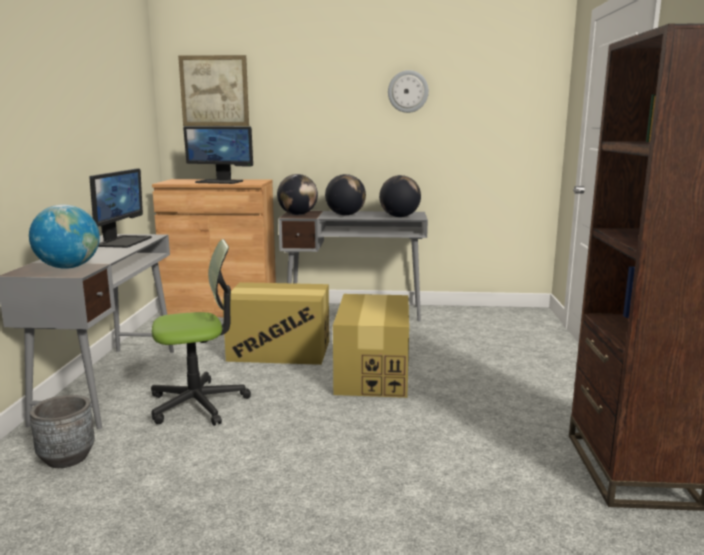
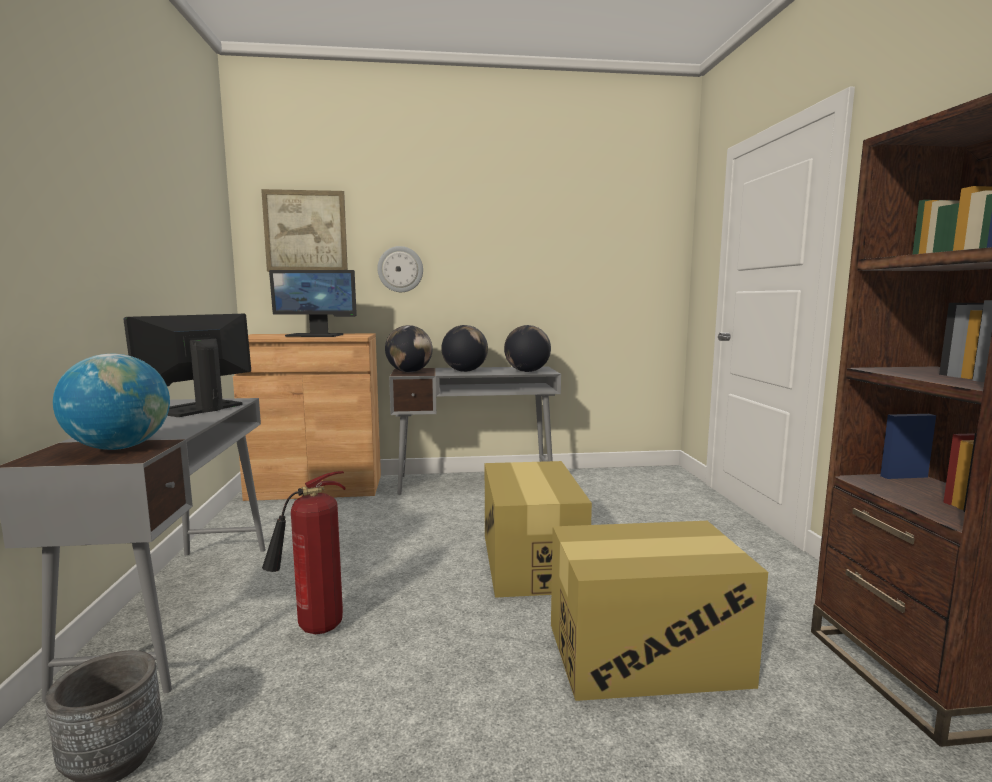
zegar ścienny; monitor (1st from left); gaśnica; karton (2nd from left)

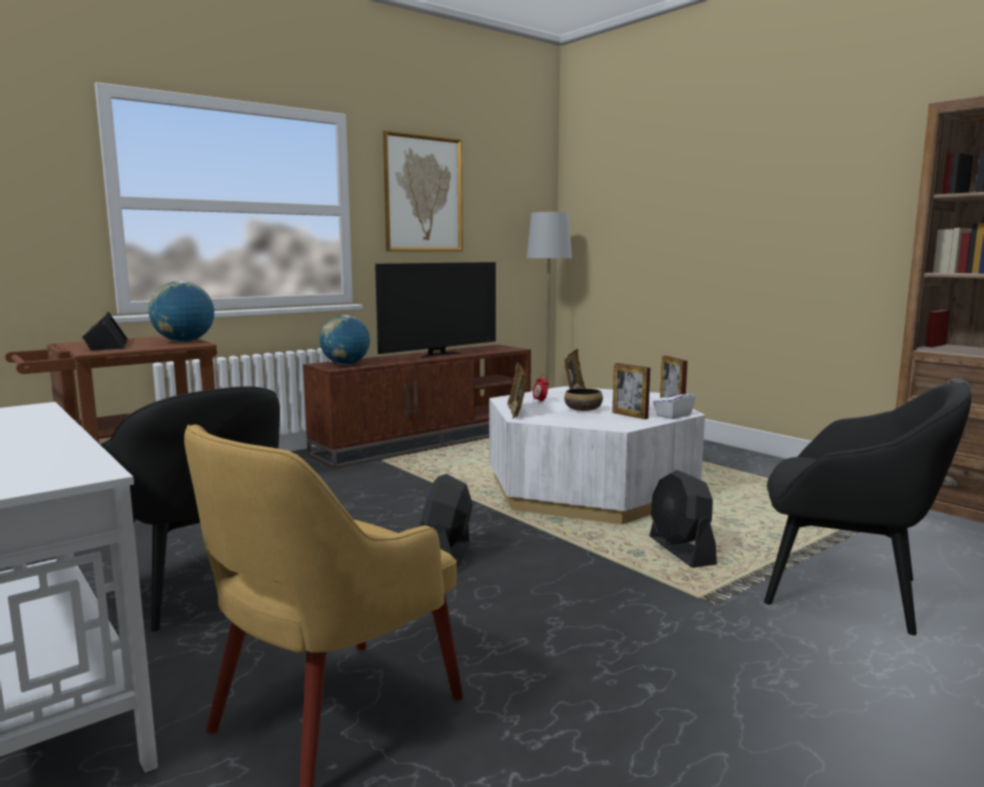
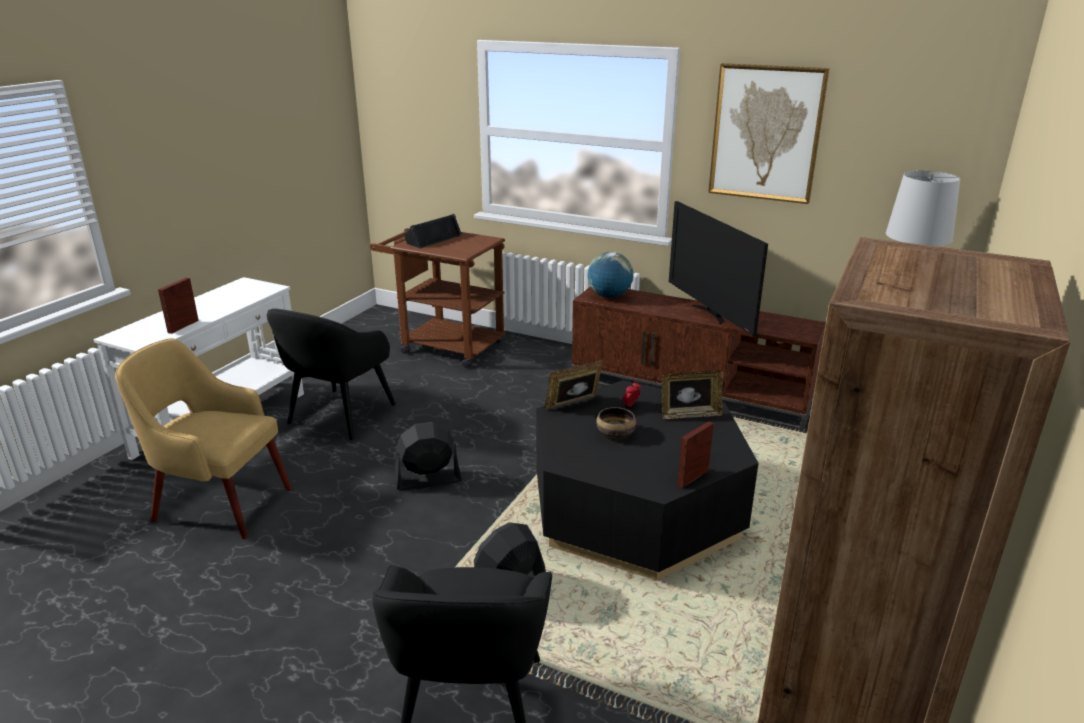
telewizor; globus (1st from left in the first image); ramka na zdjęcie (1st from left); pudełko chusteczek [biały]; ława [czarny]

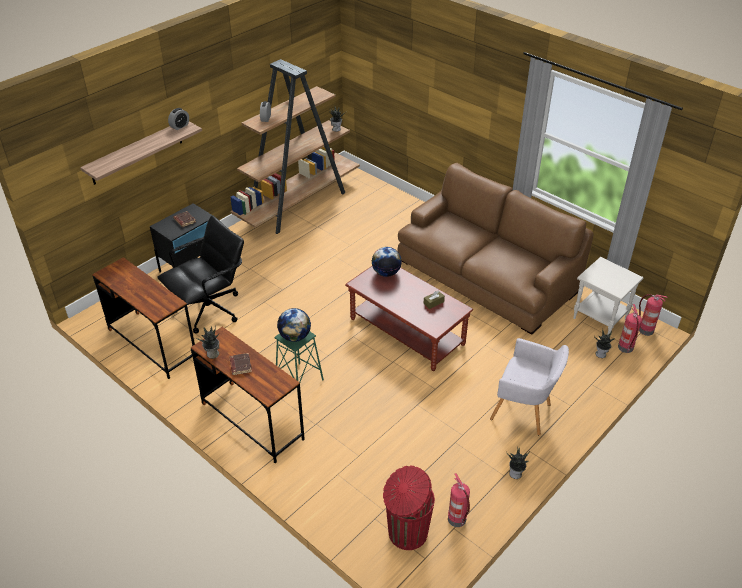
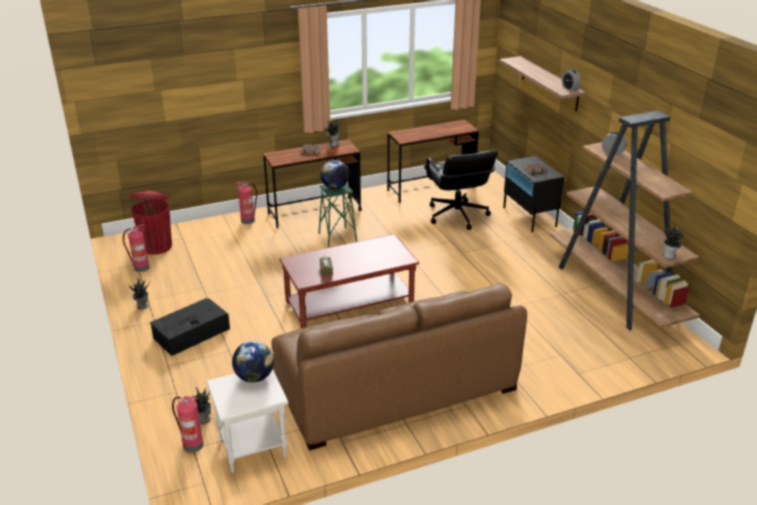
globus (1st from left); gaśnica (3rd from left); pojemnik do przechowywania [czarny]

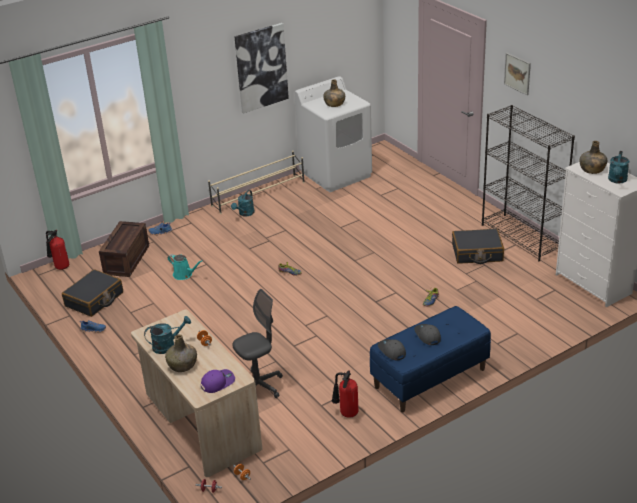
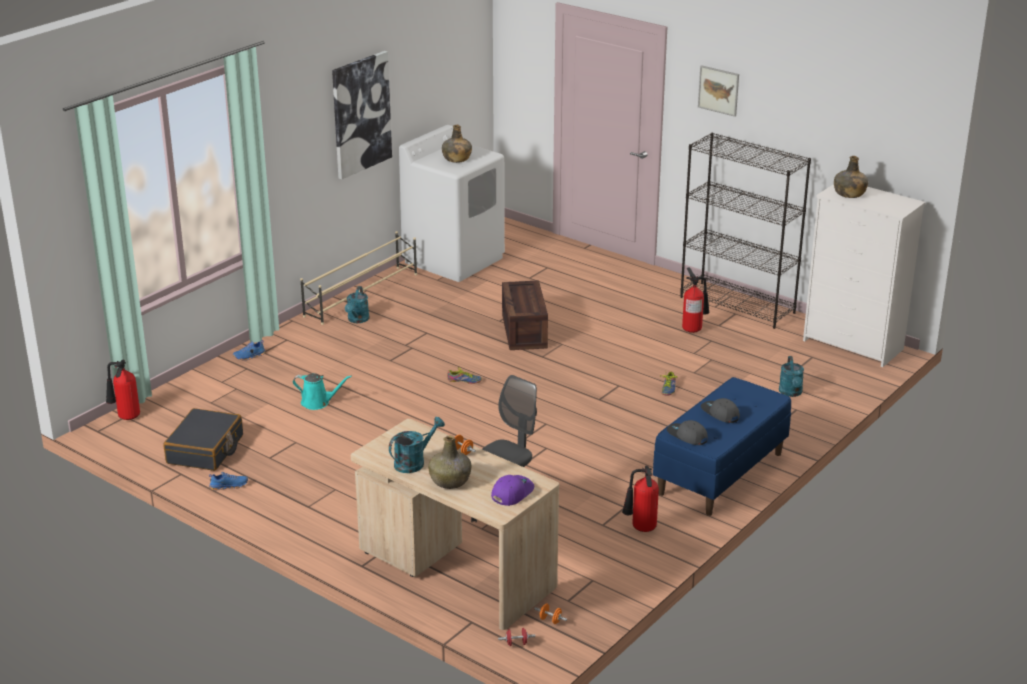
konewka [turkusowy] (4th from left); skrzynka; gaśnica (3rd from left)

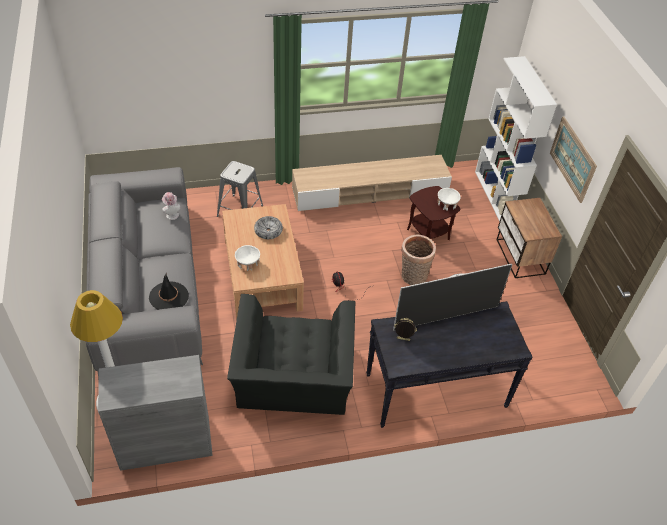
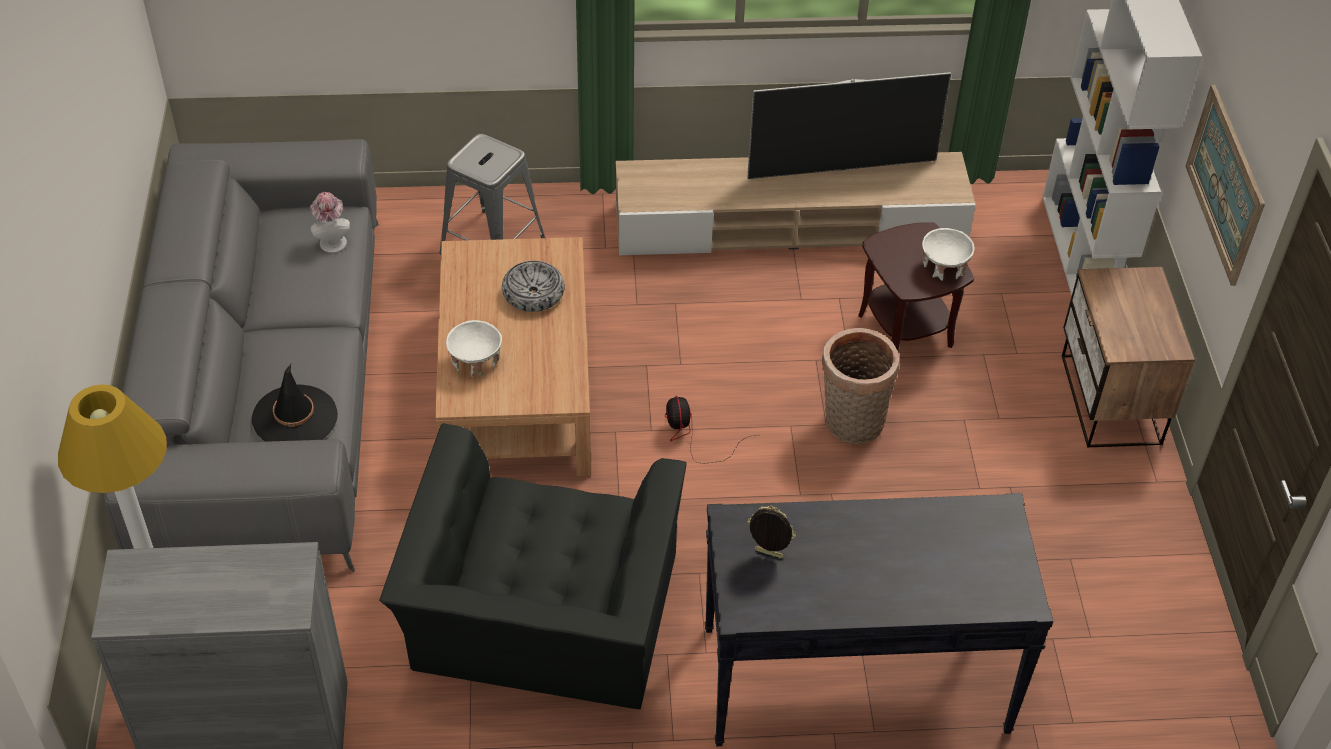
telewizor

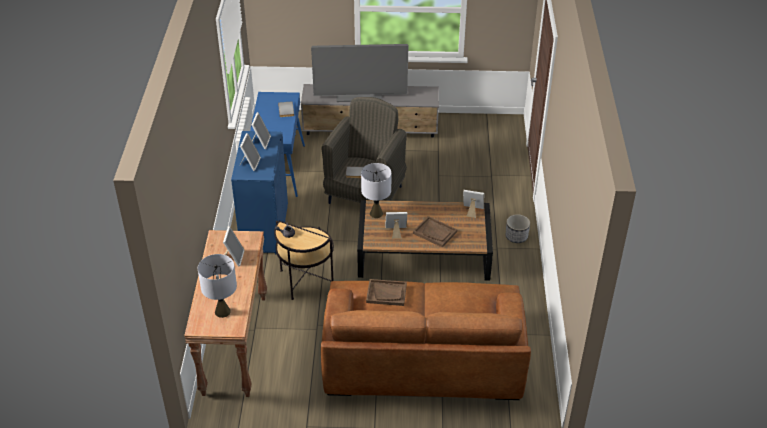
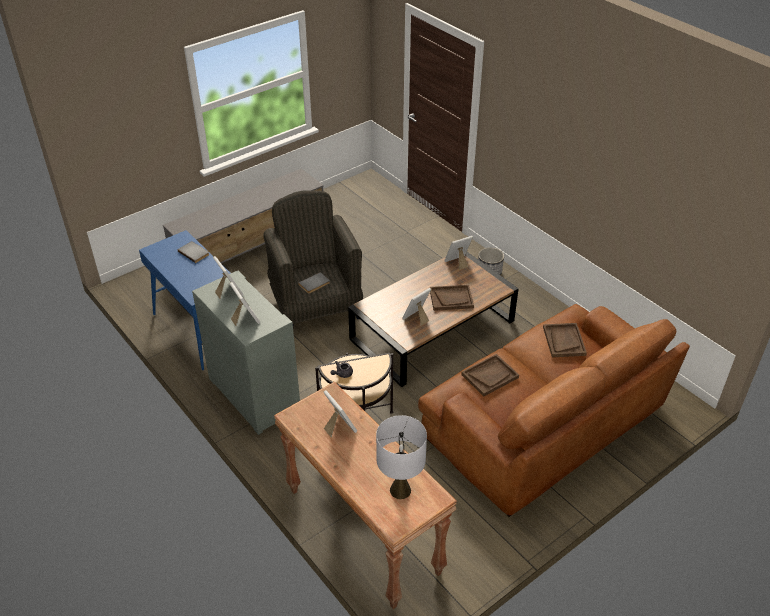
telewizor; szafka [szary]; lampa stołowa [szary] (2nd from left in the first image); taca [brązowy] (3rd from left)

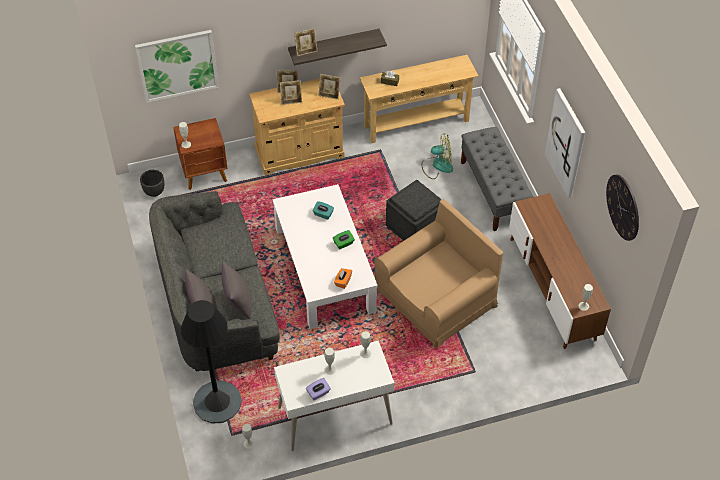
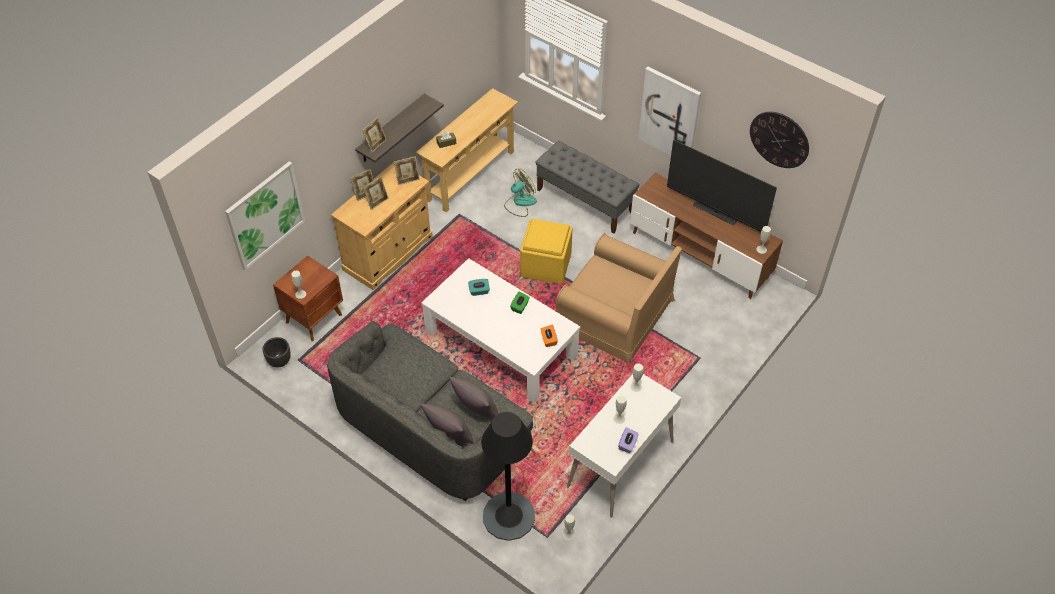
pufa [żółty]; fotel [brązowy]; telewizor

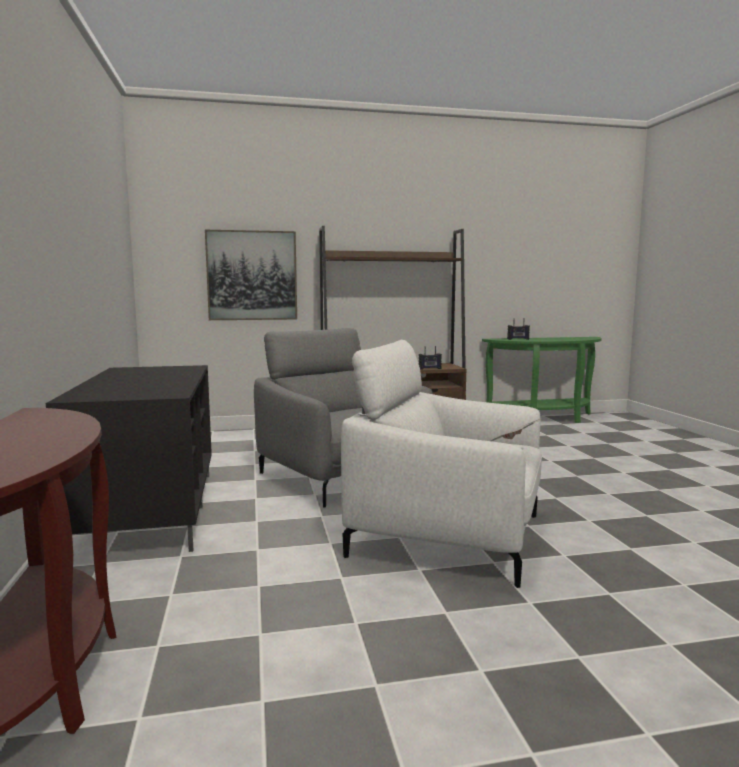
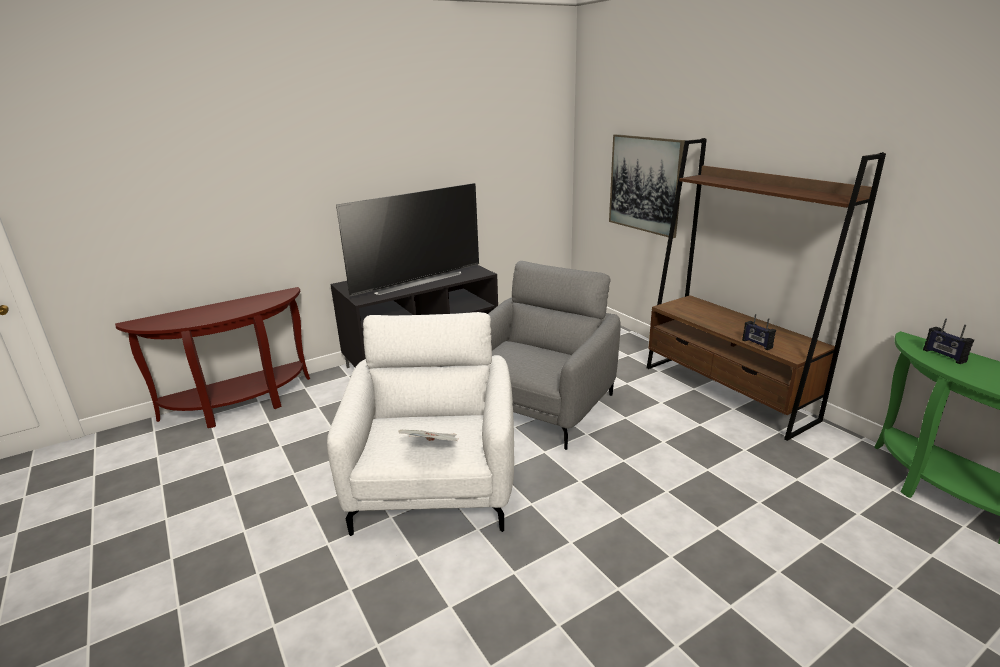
telewizor

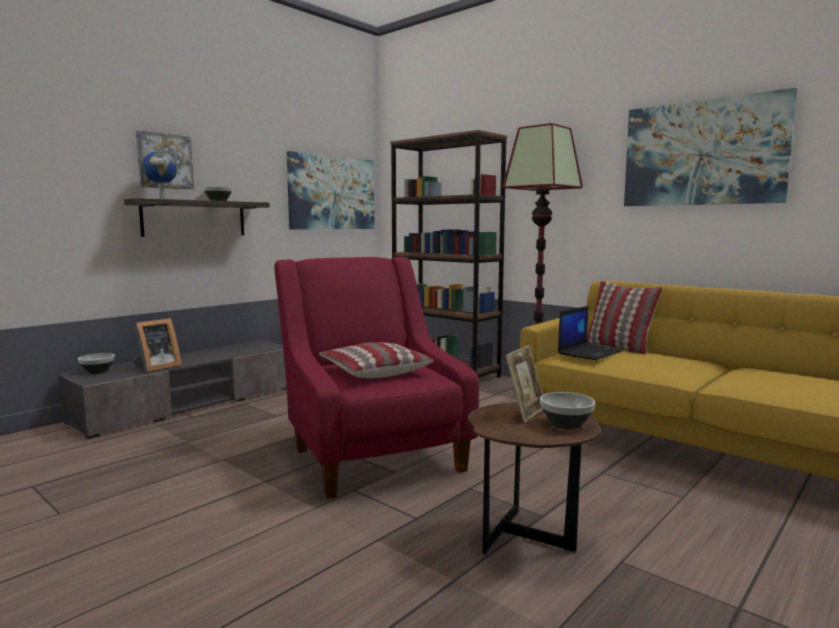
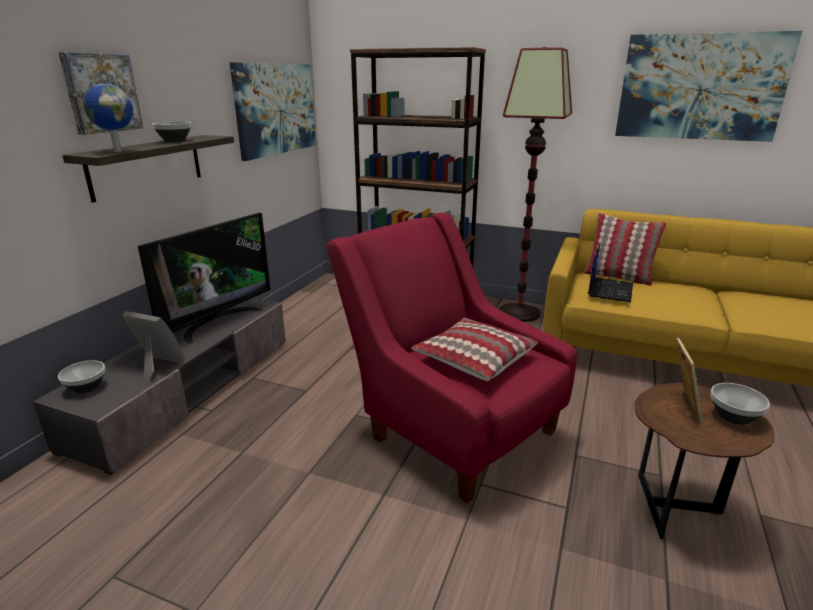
ramka na zdjęcie (1st from left); telewizor

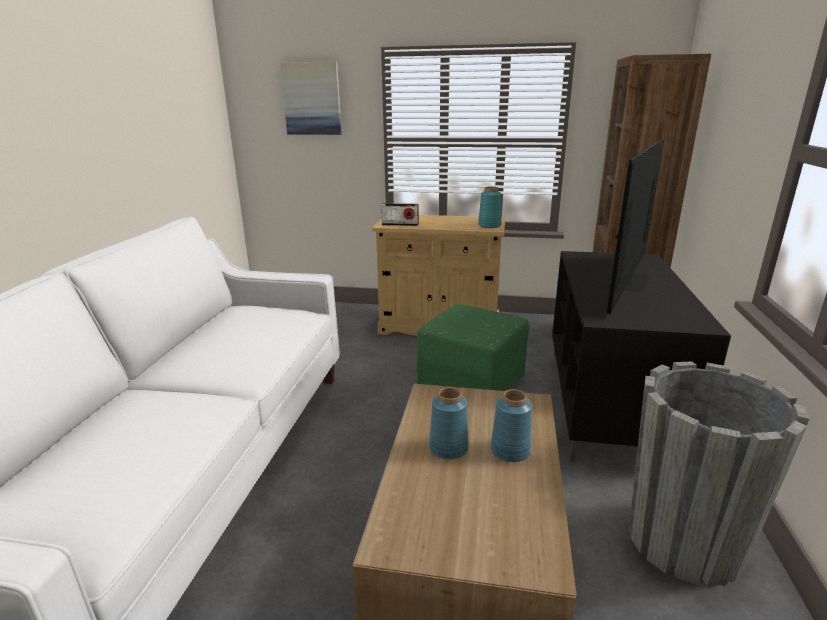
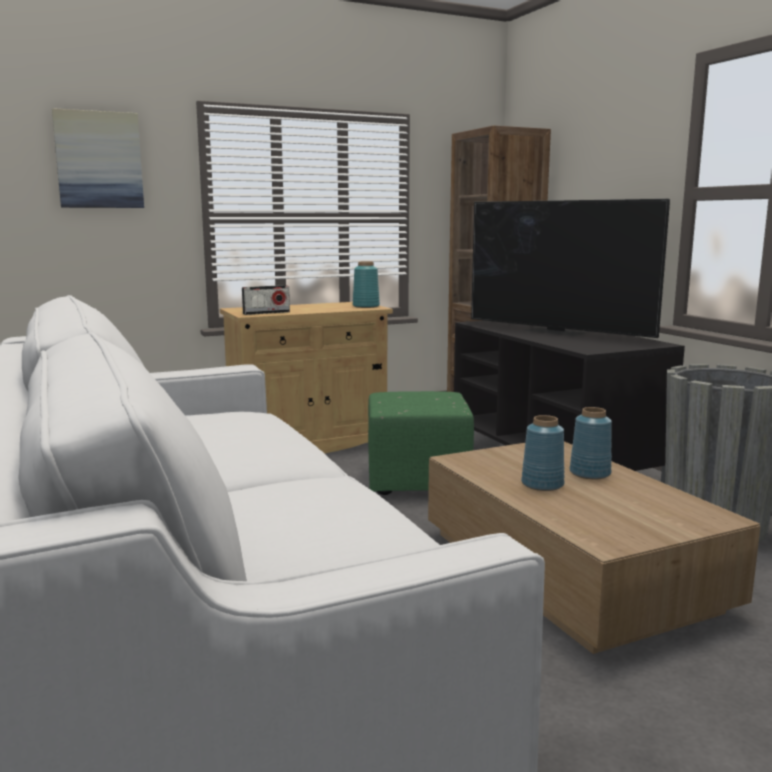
telewizor

